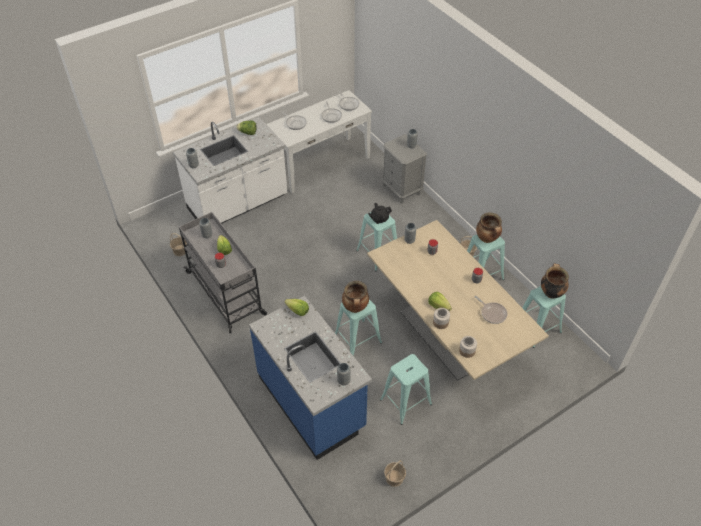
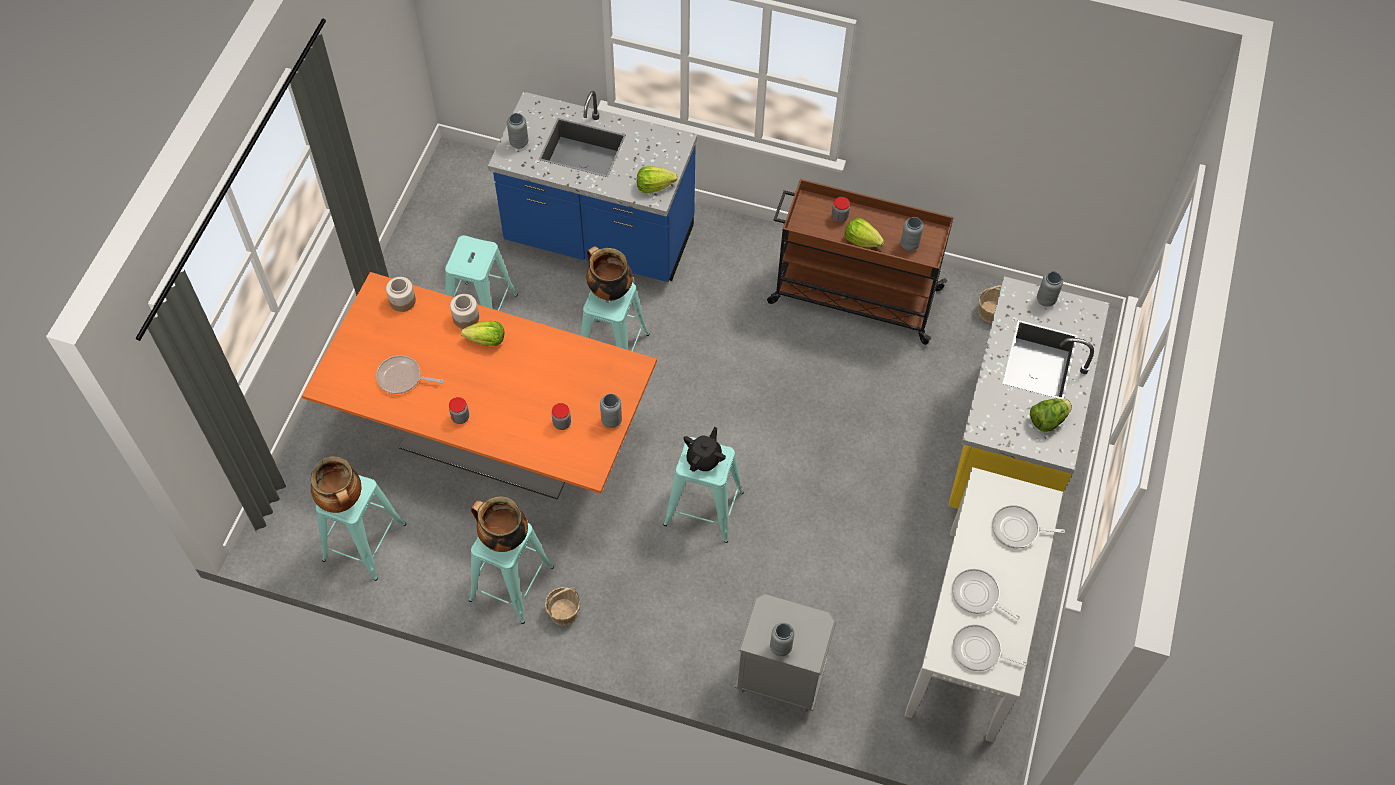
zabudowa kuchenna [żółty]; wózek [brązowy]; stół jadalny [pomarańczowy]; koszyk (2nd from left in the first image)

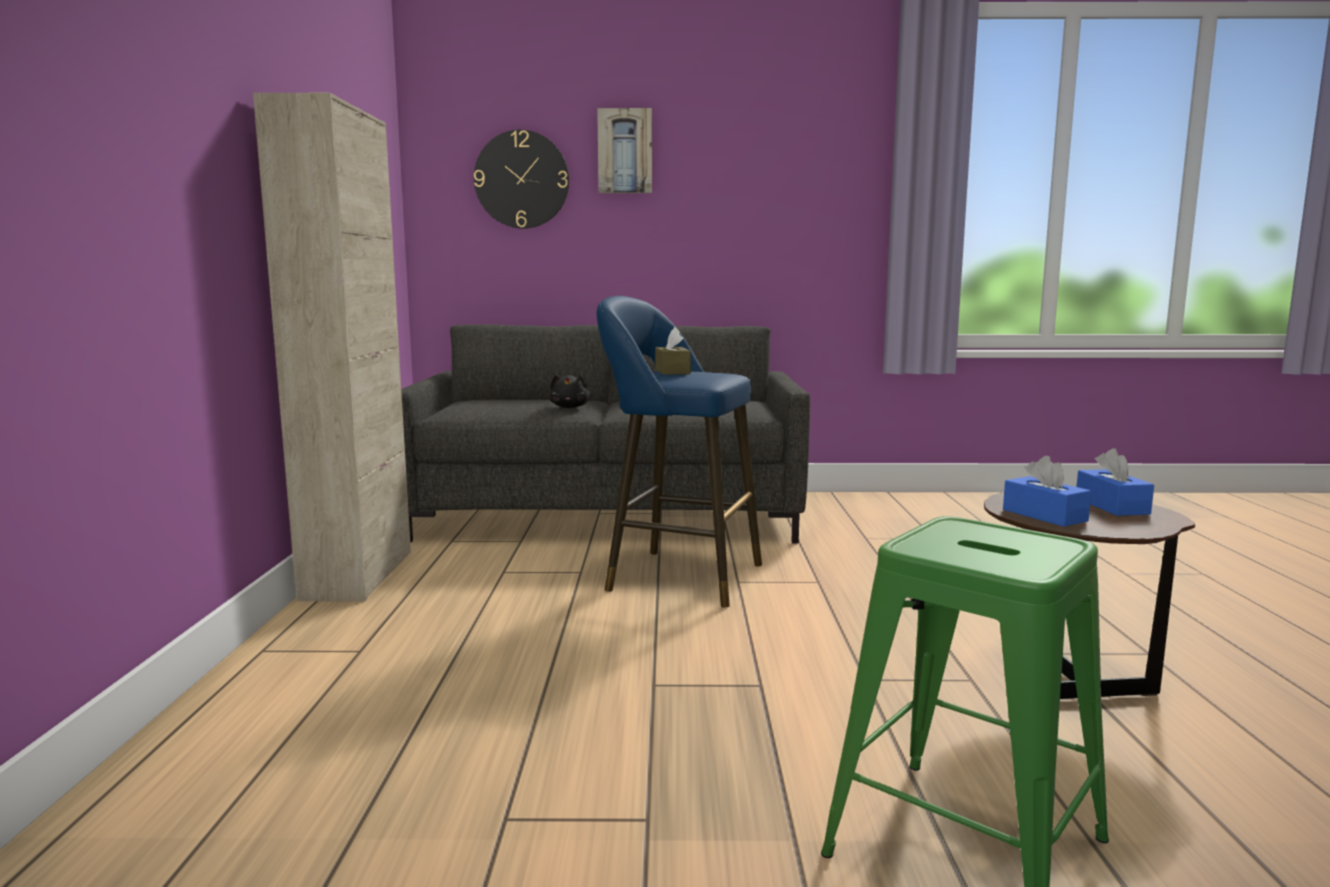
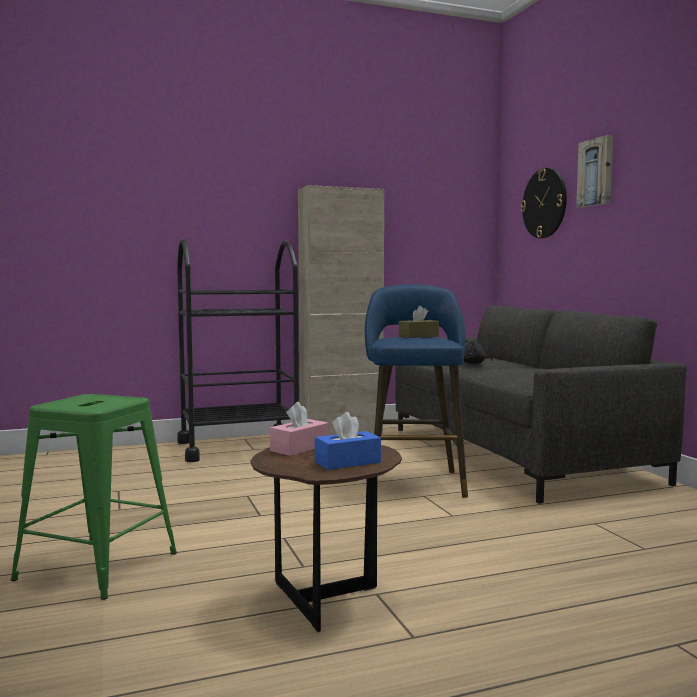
pudełko chusteczek [różowy]; wózek [czarny]

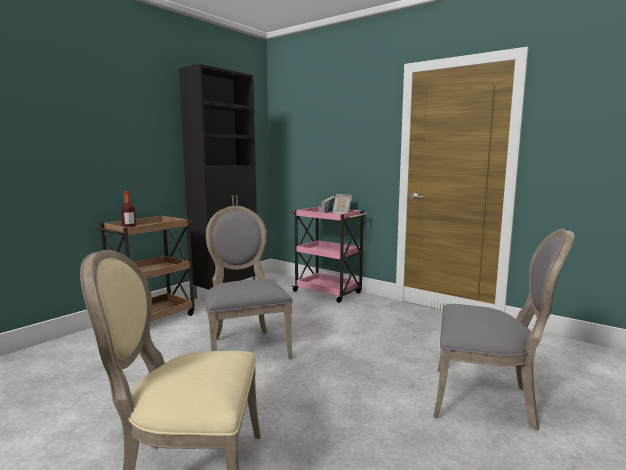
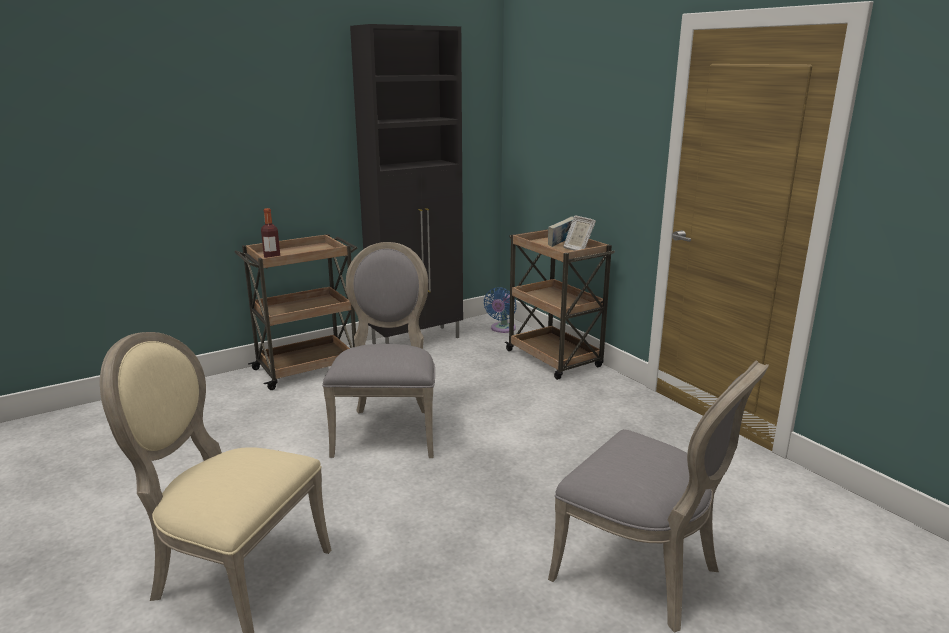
wózek [brązowy] (2nd from left); wentylator [niebieski]

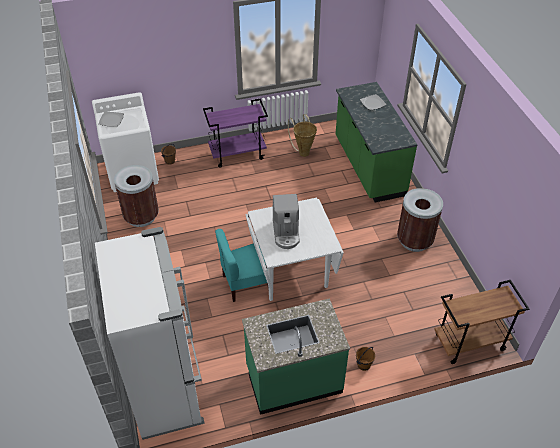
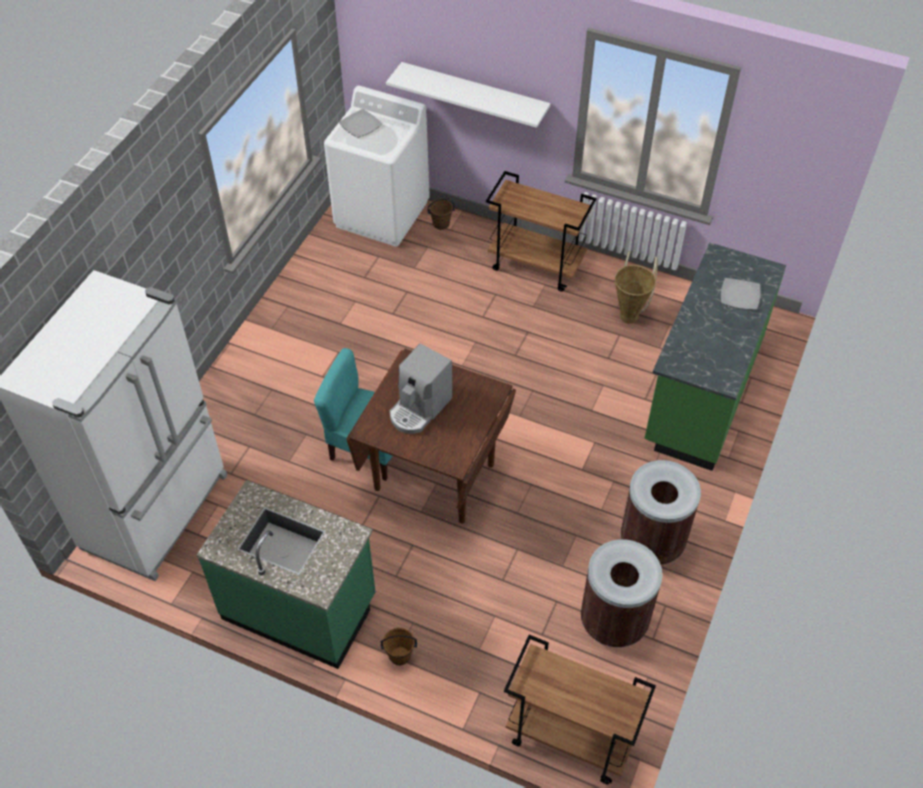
wózek [brązowy] (1st from left); kosz na śmieci [brązowy] (1st from left); stół jadalny [brązowy]; półka [biały]

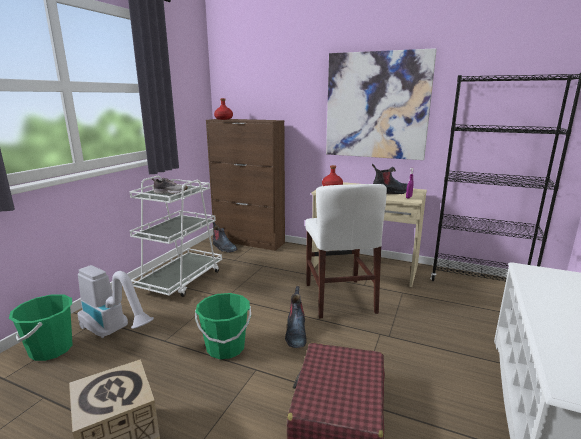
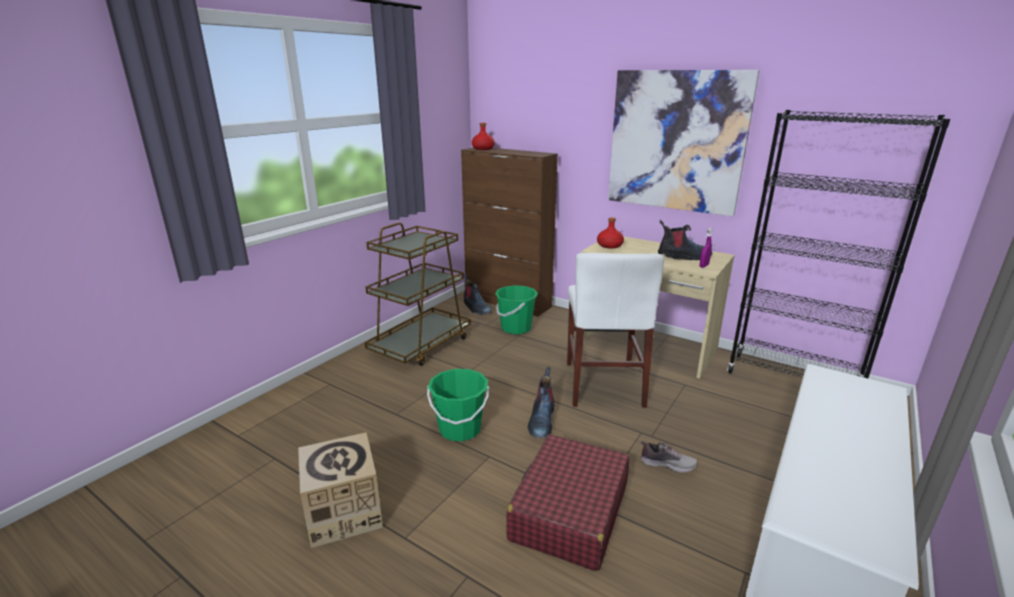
wózek [brązowy]; but; odkurzacz; wiadro [zielony] (2nd from left)

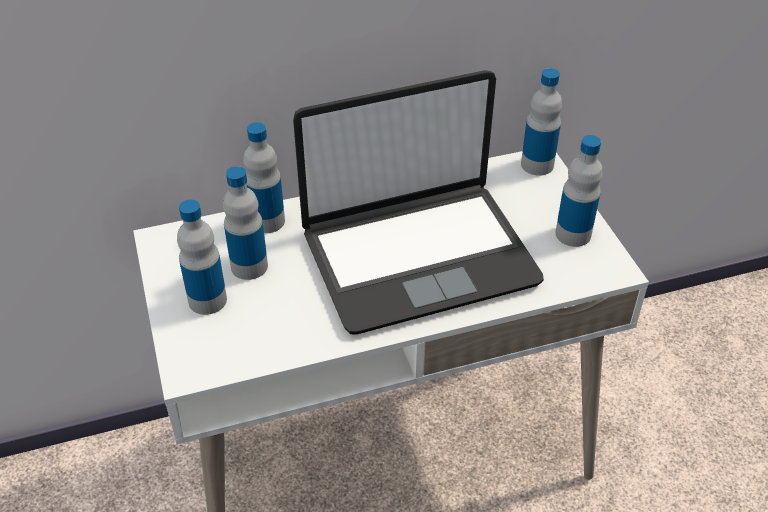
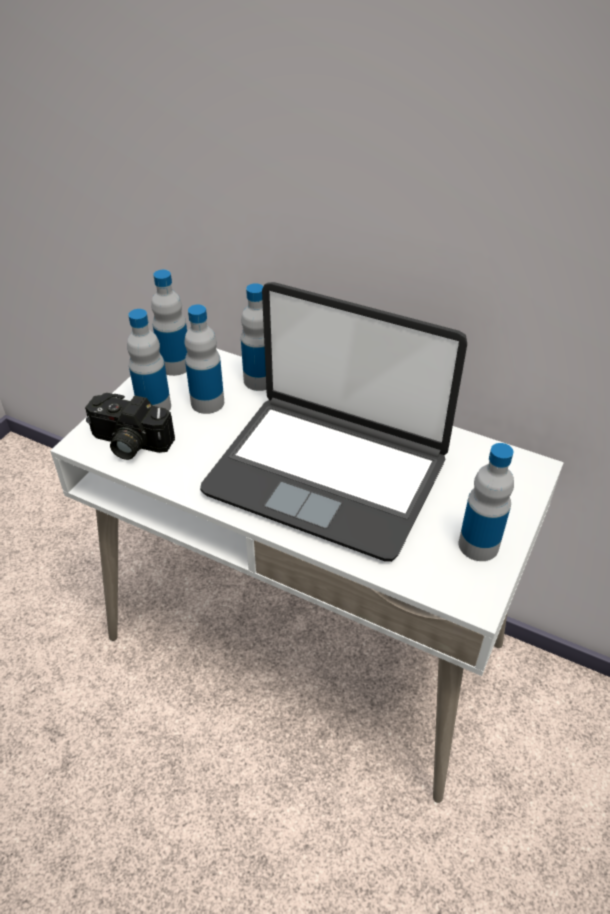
butelka (2nd from left); aparat fotograficzny

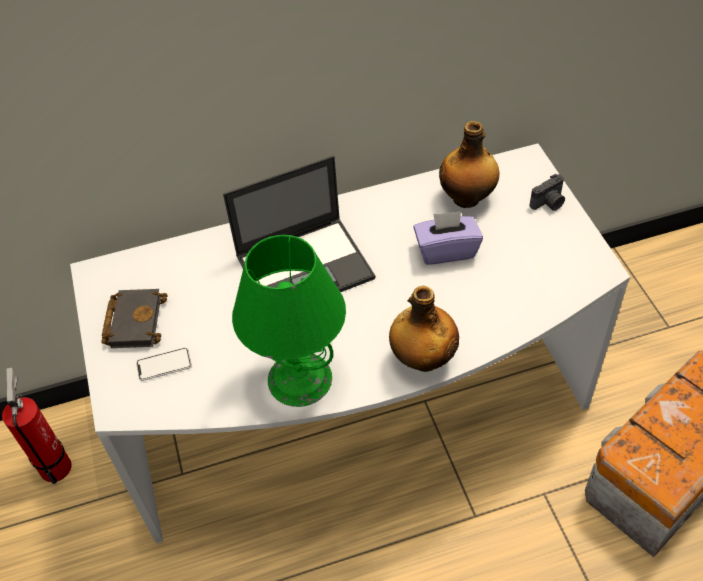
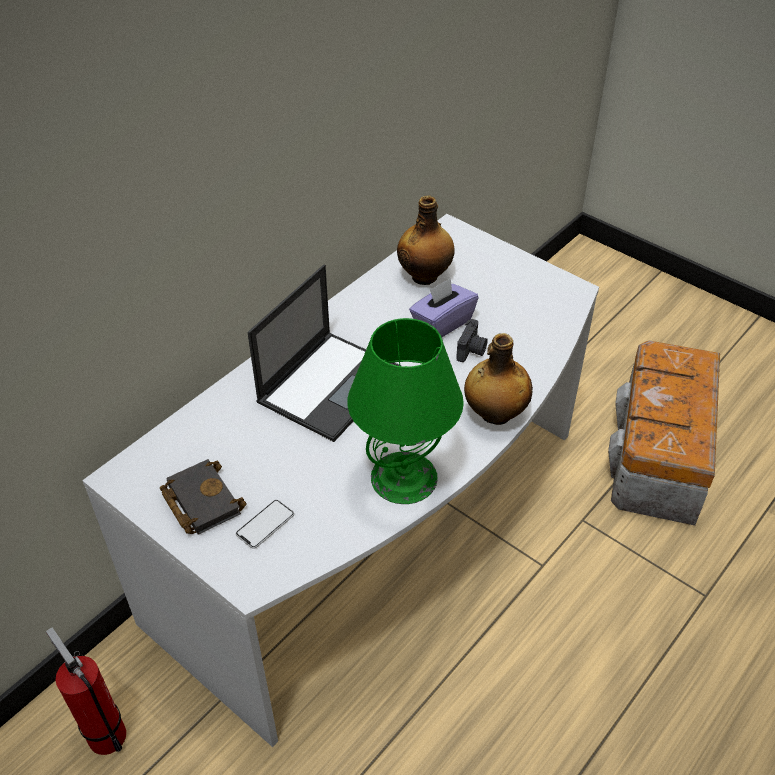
aparat fotograficzny

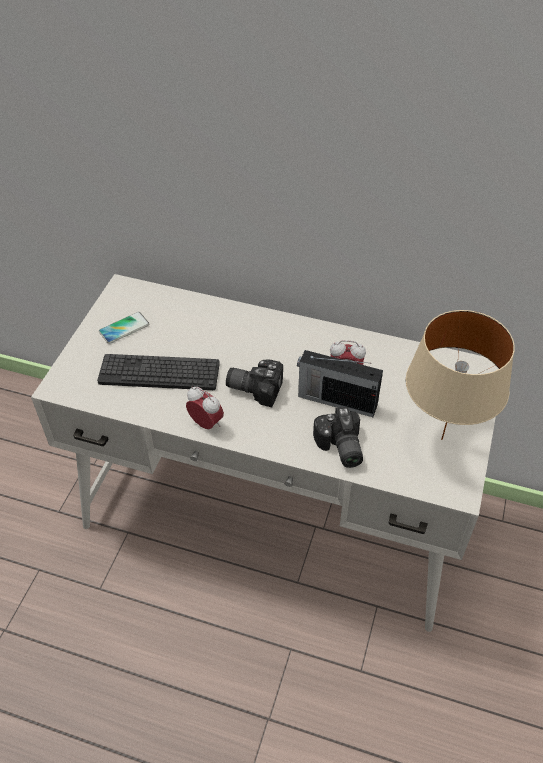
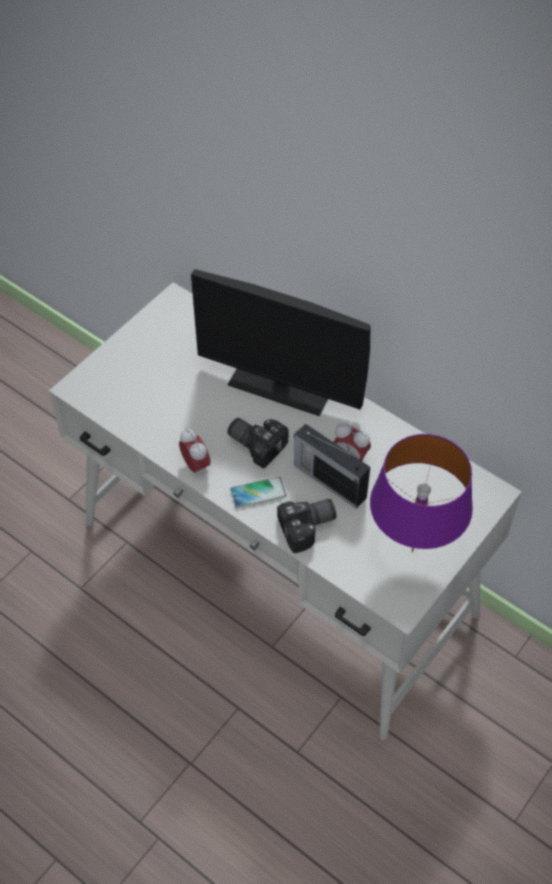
lampa stołowa [fioletowy]; telefon; klawiatura; aparat fotograficzny (2nd from left); monitor

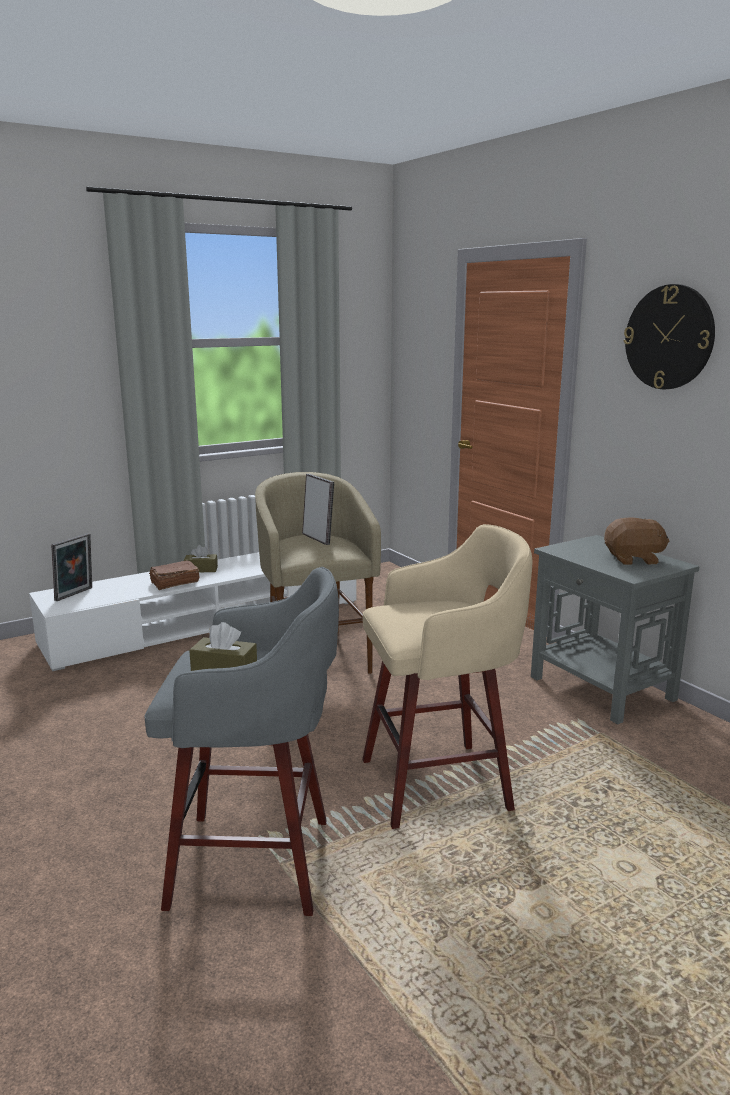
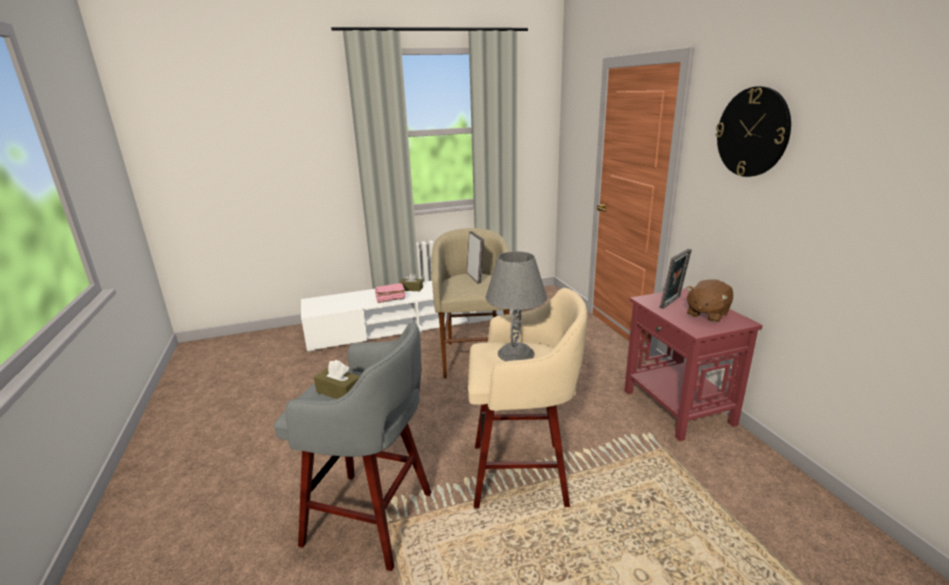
pluszak [brązowy]; ramka na zdjęcie (2nd from left); stolik [czerwony]; książka [różowy]; lampa stołowa [szary]

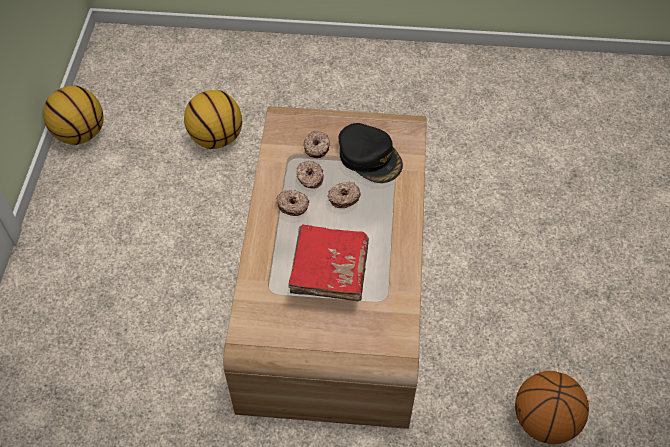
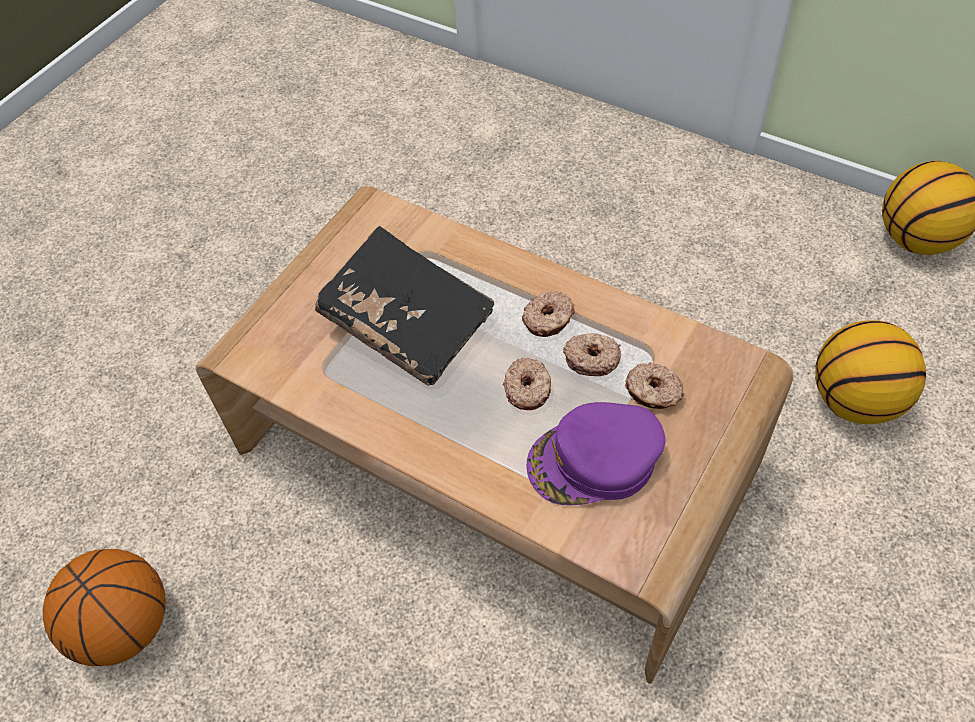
czapka z daszkiem [fioletowy]; książka [czarny]

